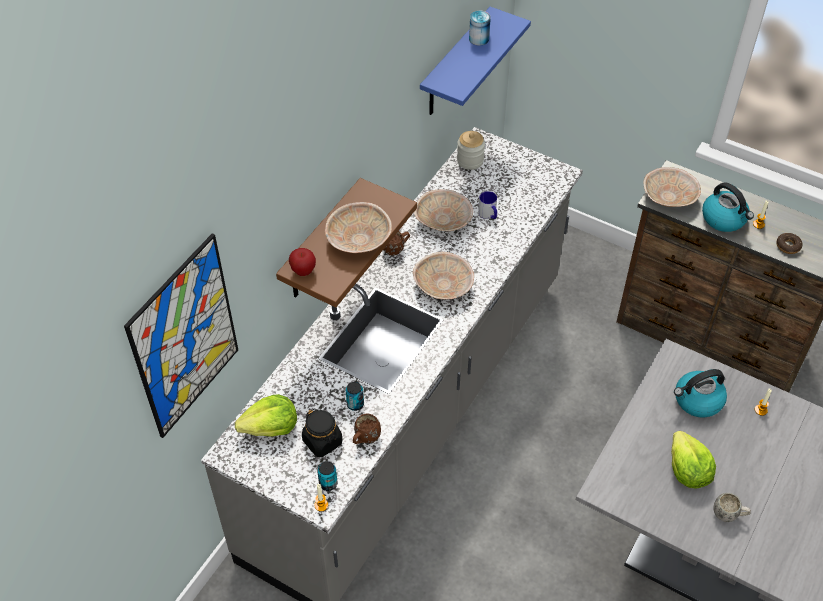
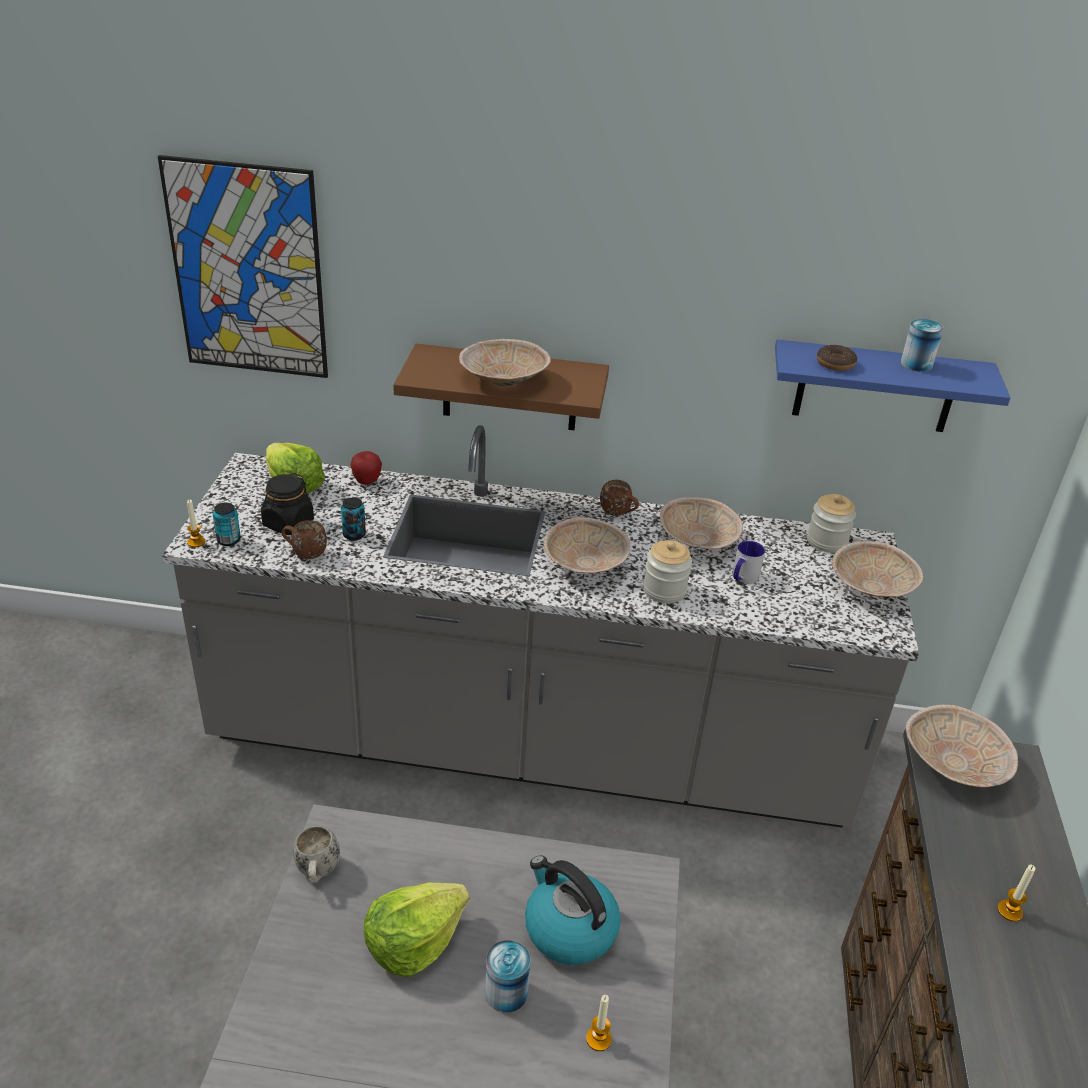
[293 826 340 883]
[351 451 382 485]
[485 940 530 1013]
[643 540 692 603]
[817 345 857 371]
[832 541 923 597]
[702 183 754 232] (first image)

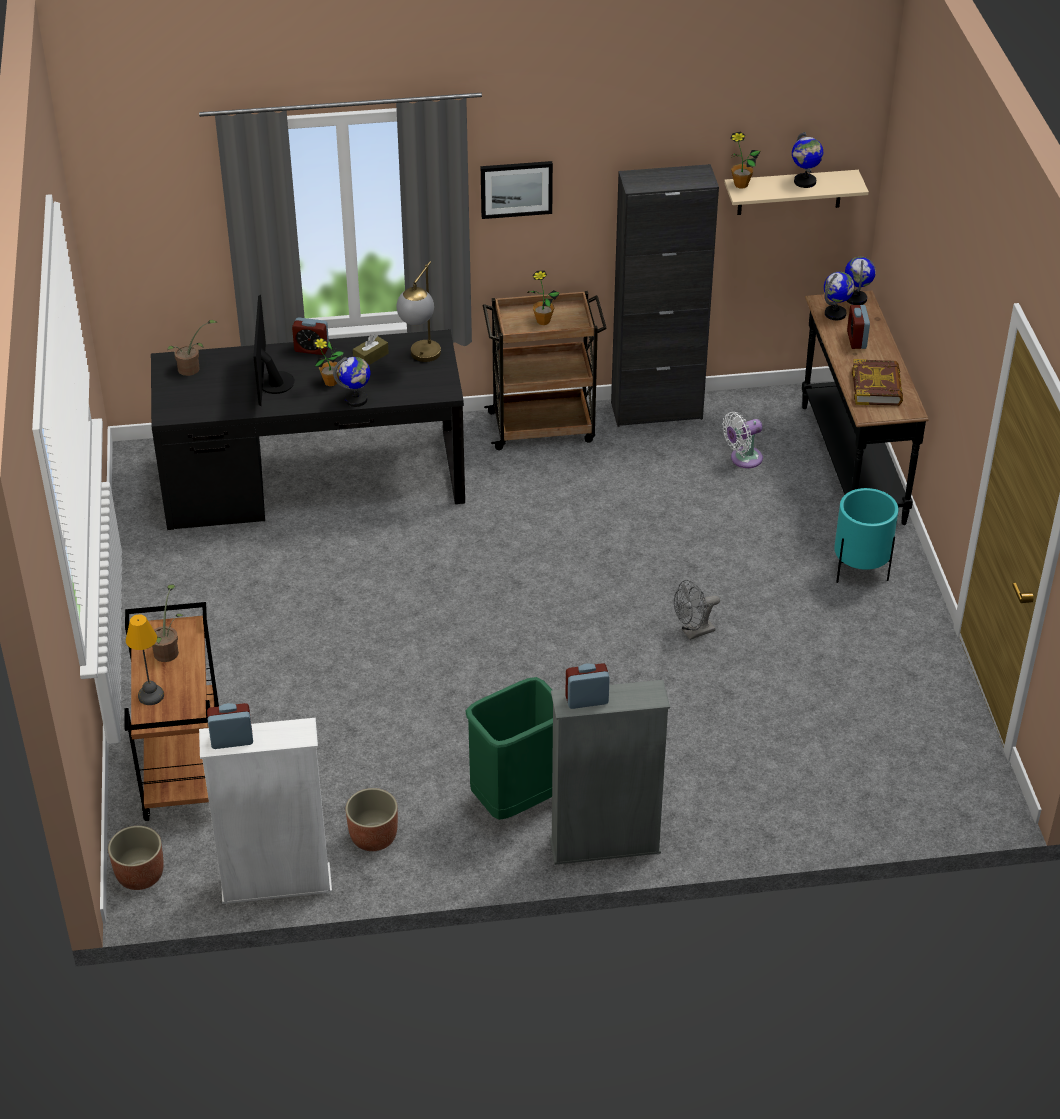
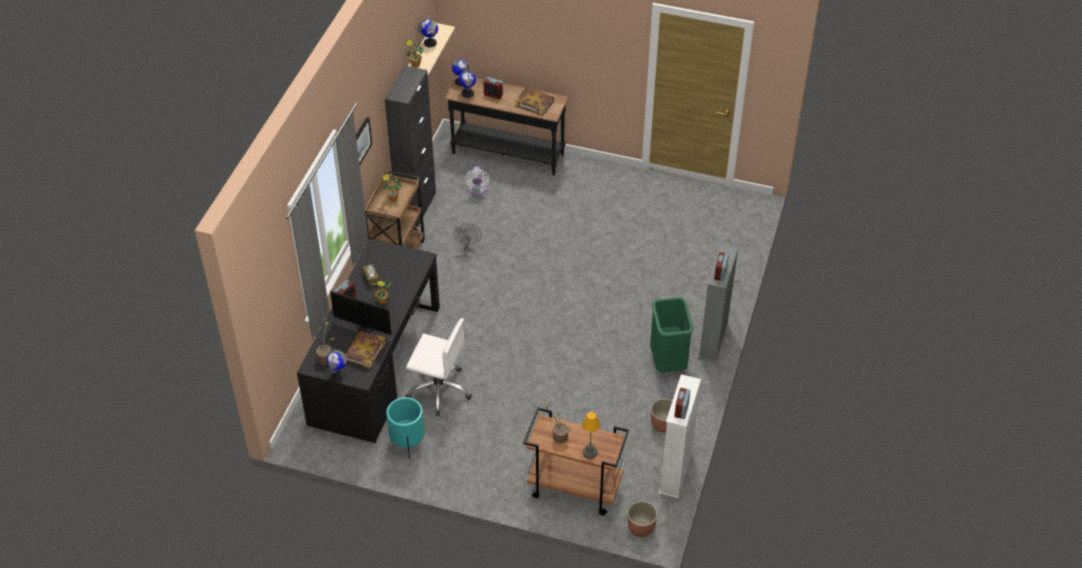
[326 350 347 380]
[345 331 386 369]
[386 397 425 459]
[406 318 472 416]
[454 223 482 250]
[397 261 441 362] (first image)

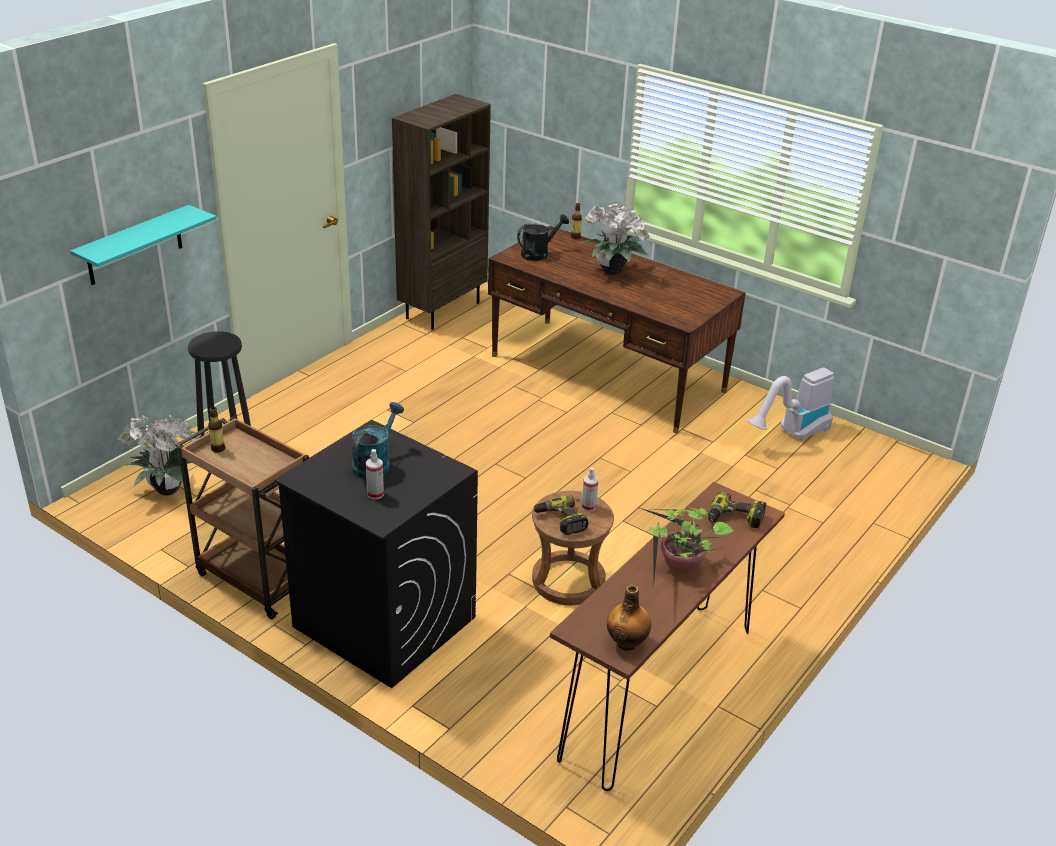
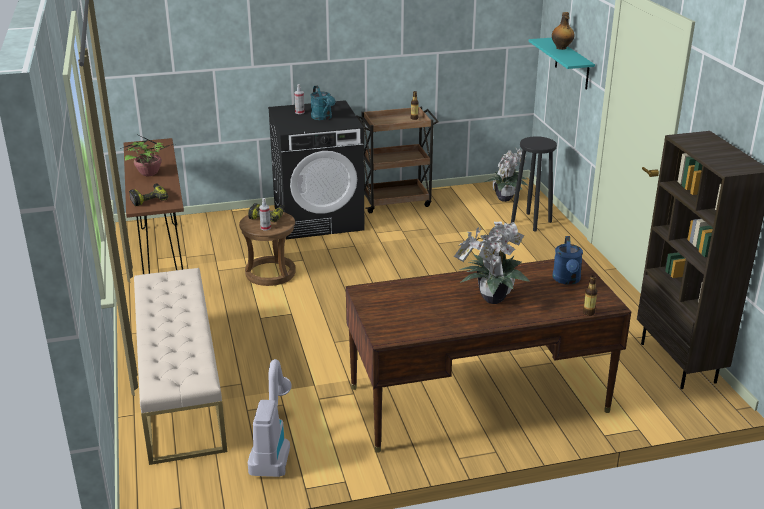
[134 268 227 465]
[552 12 574 50]
[553 236 583 285]

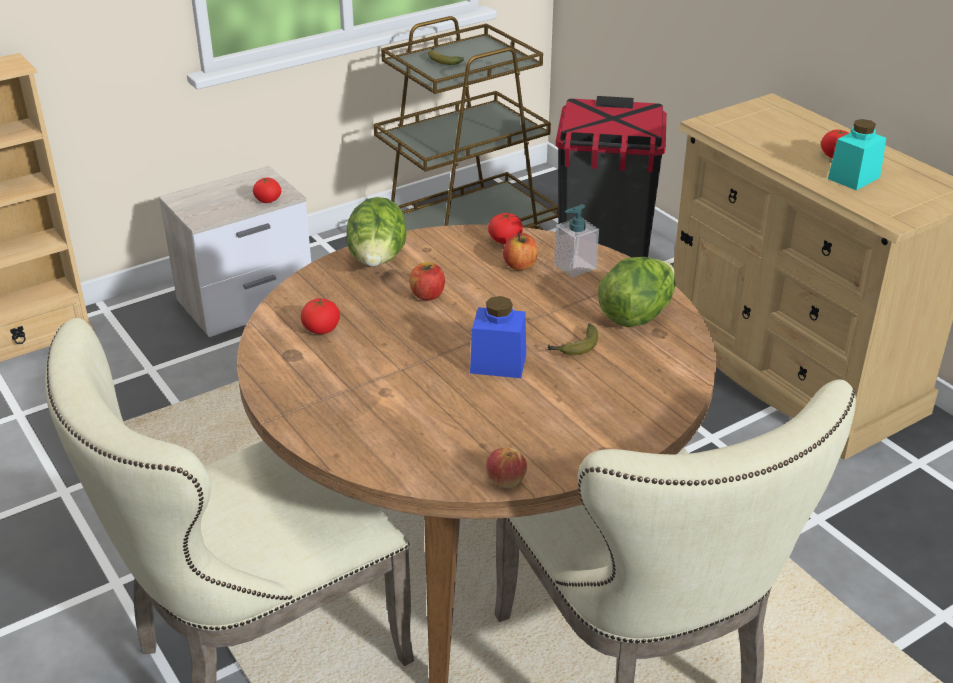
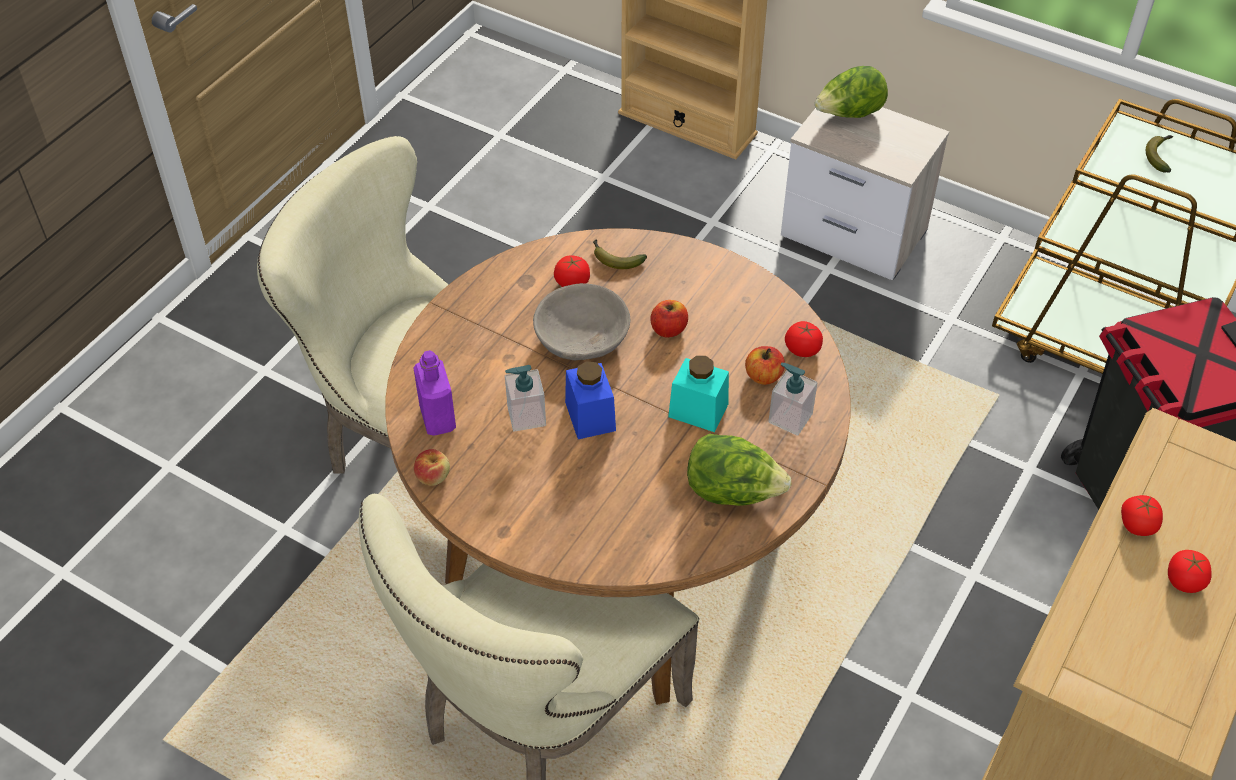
[413 350 456 436]
[505 365 546 432]
[533 283 630 360]
[593 239 647 269]
[668 356 729 432]
[814 66 888 118]
[1121 495 1163 536]

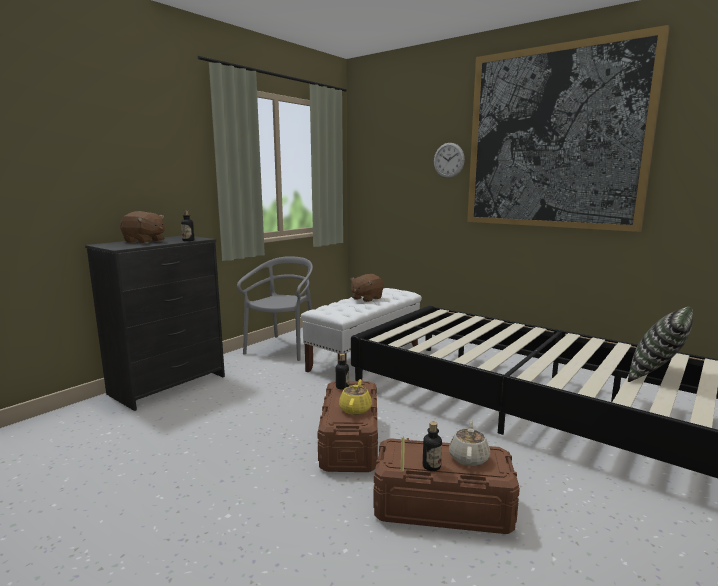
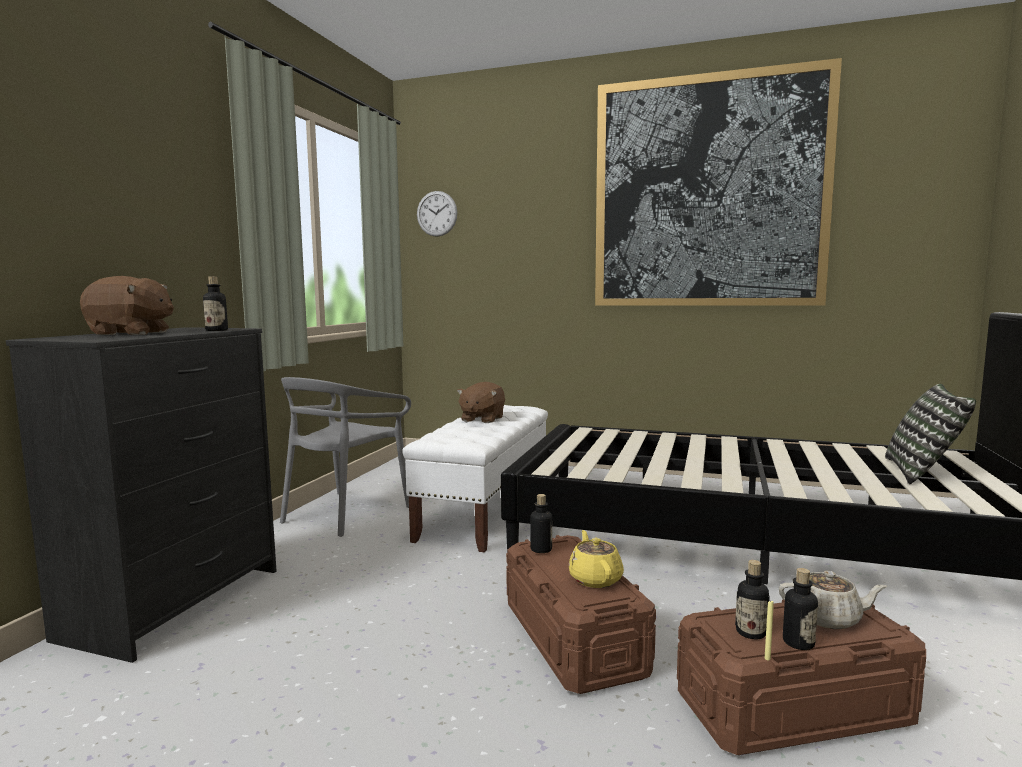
[280 377 411 537]
[417 191 457 237]
[735 560 770 639]
[779 571 887 629]

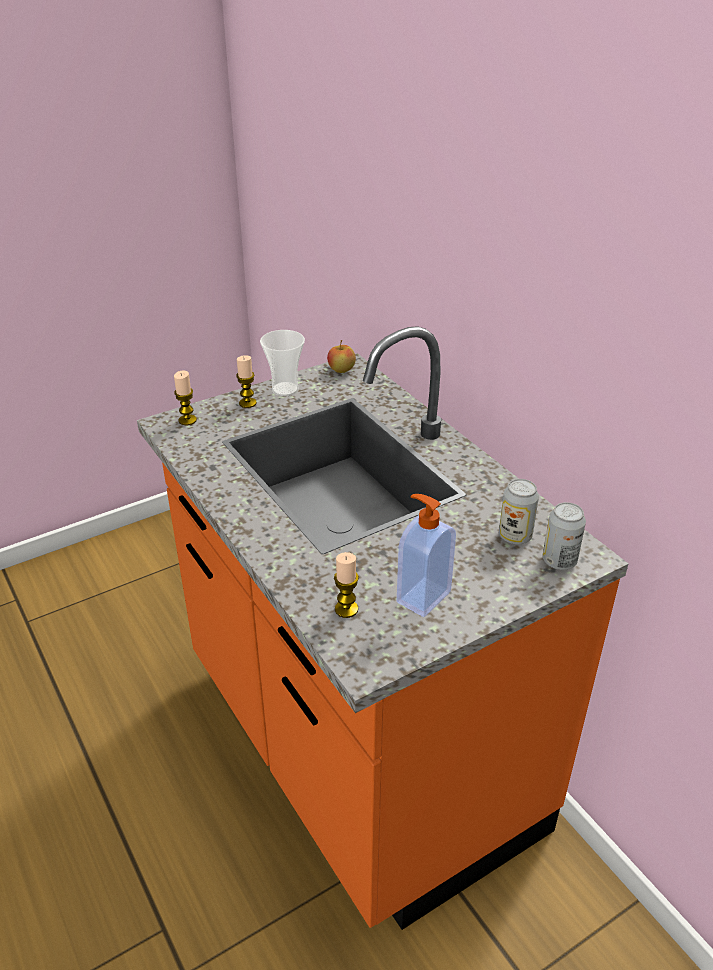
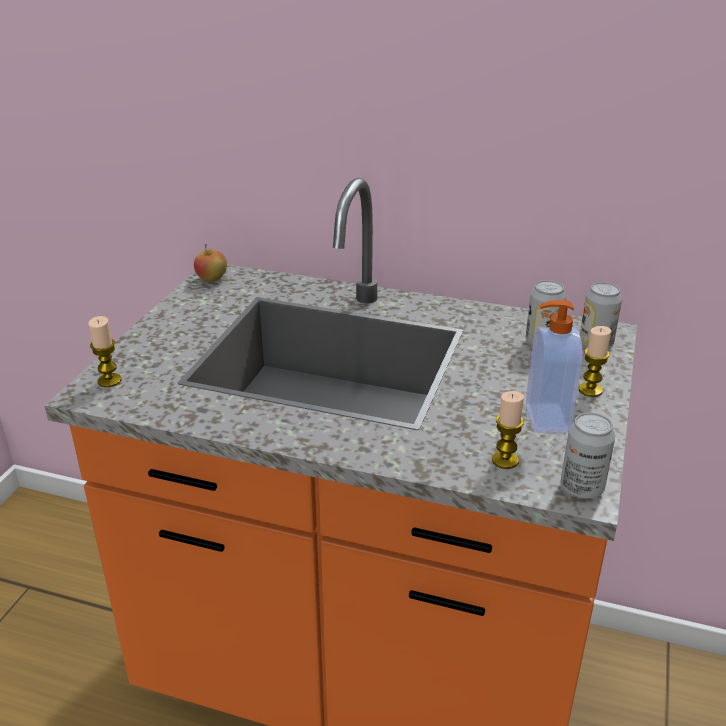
[561 413 615 499]
[579 326 611 397]
[260 330 305 396] (first image)

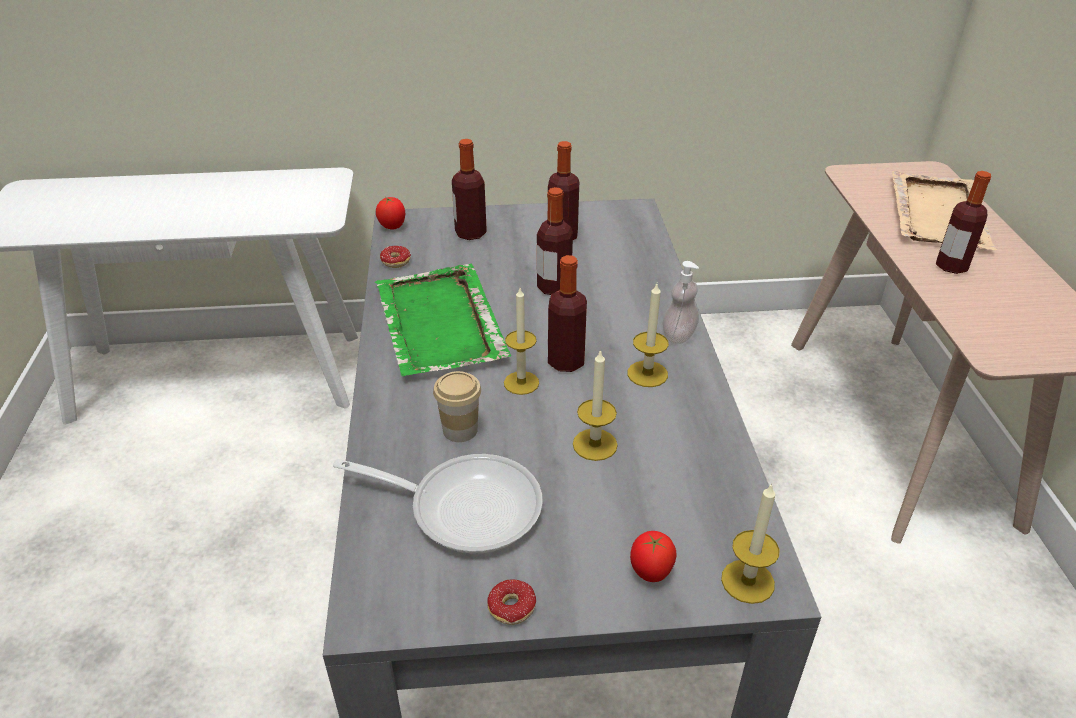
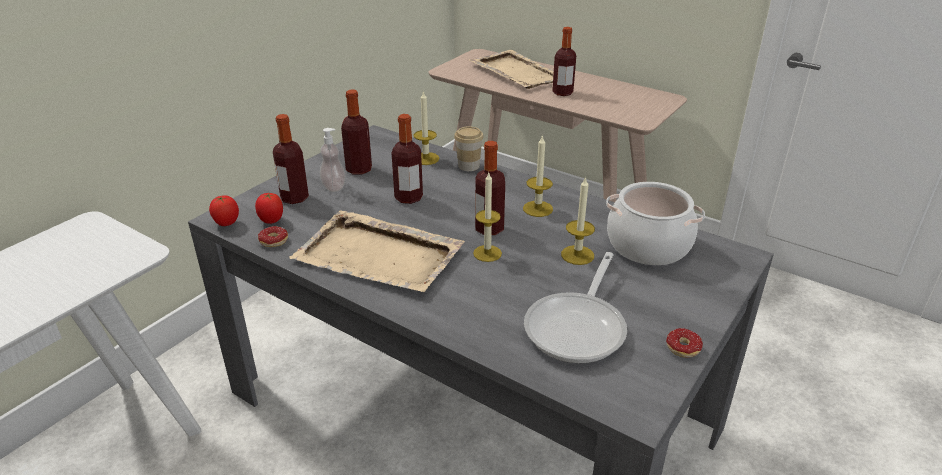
[255 193 283 224]
[289 210 465 292]
[320 128 346 192]
[414 90 440 165]
[454 126 484 171]
[524 252 627 364]
[606 182 705 265]

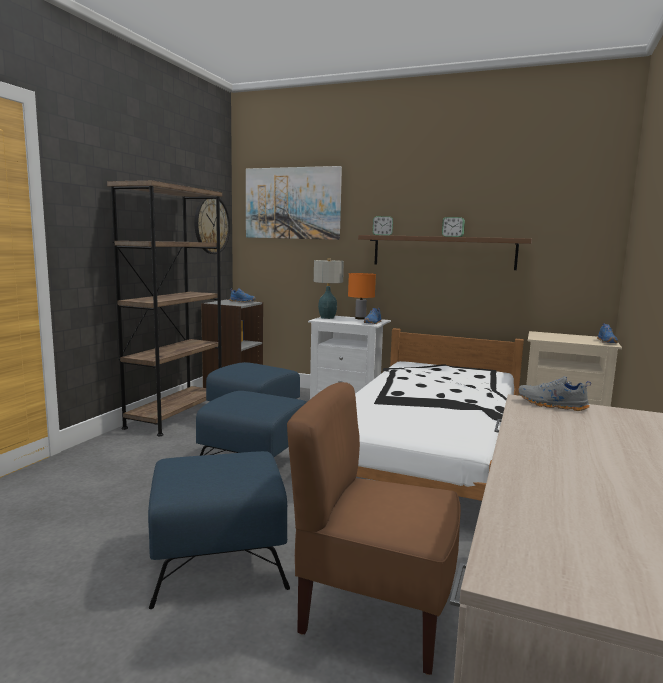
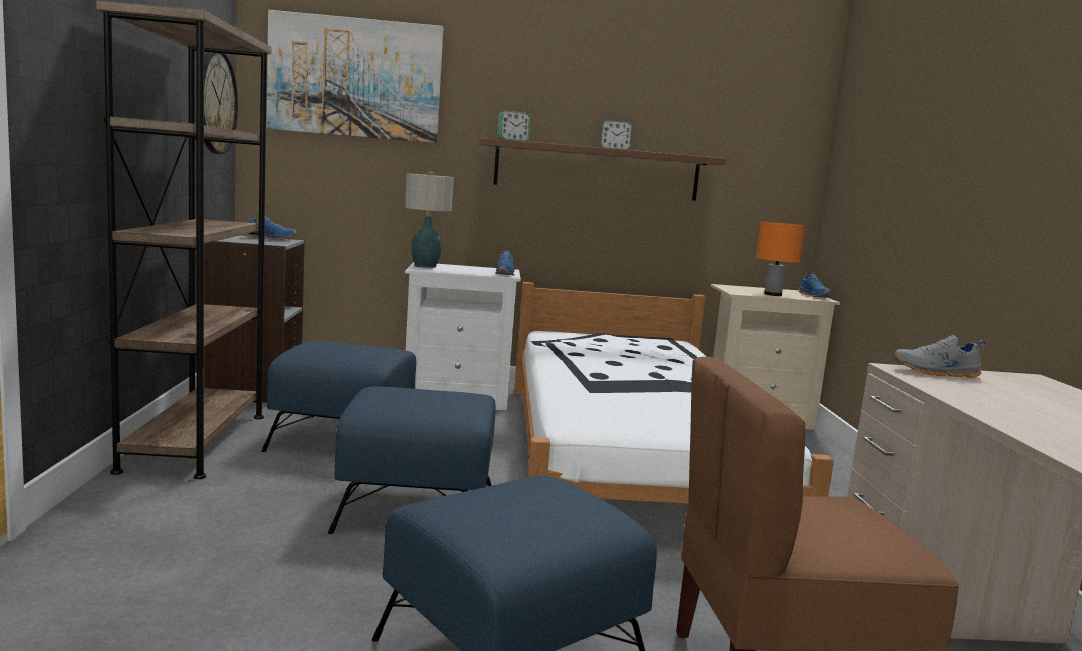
[756 222 805 296]

